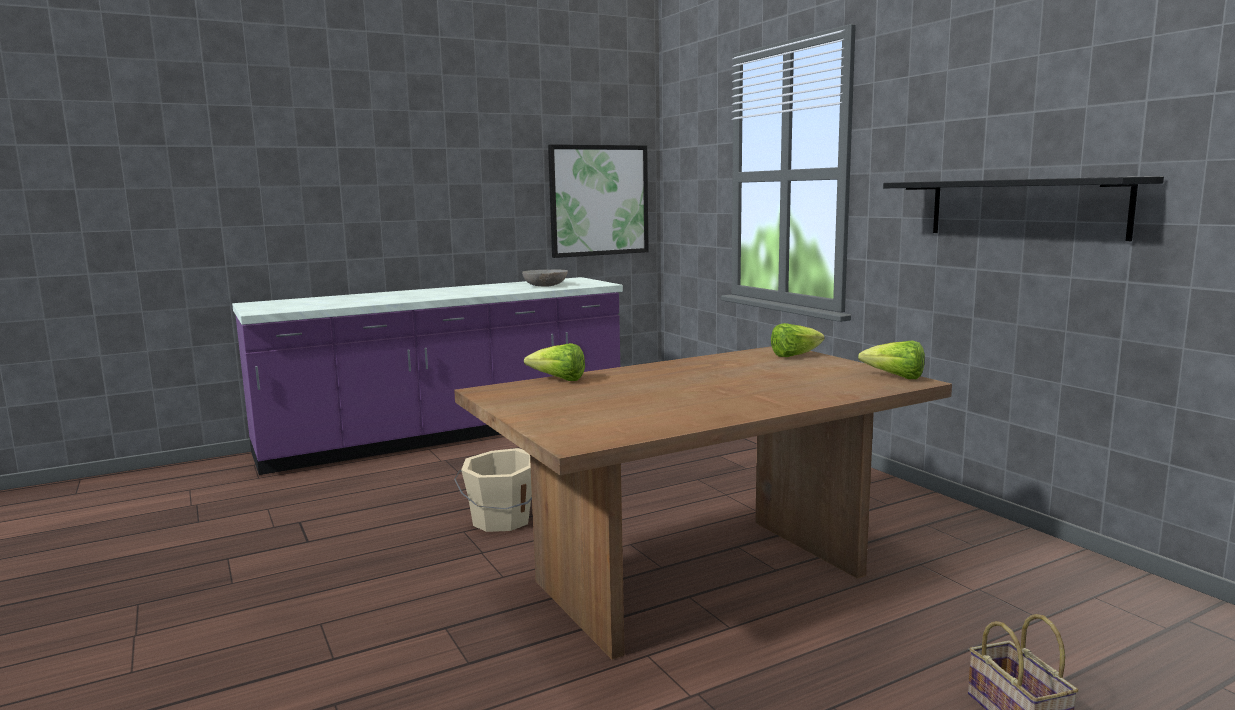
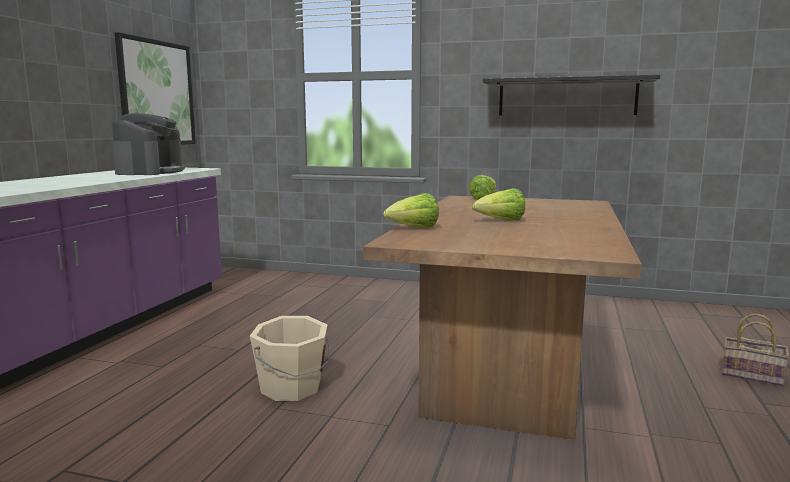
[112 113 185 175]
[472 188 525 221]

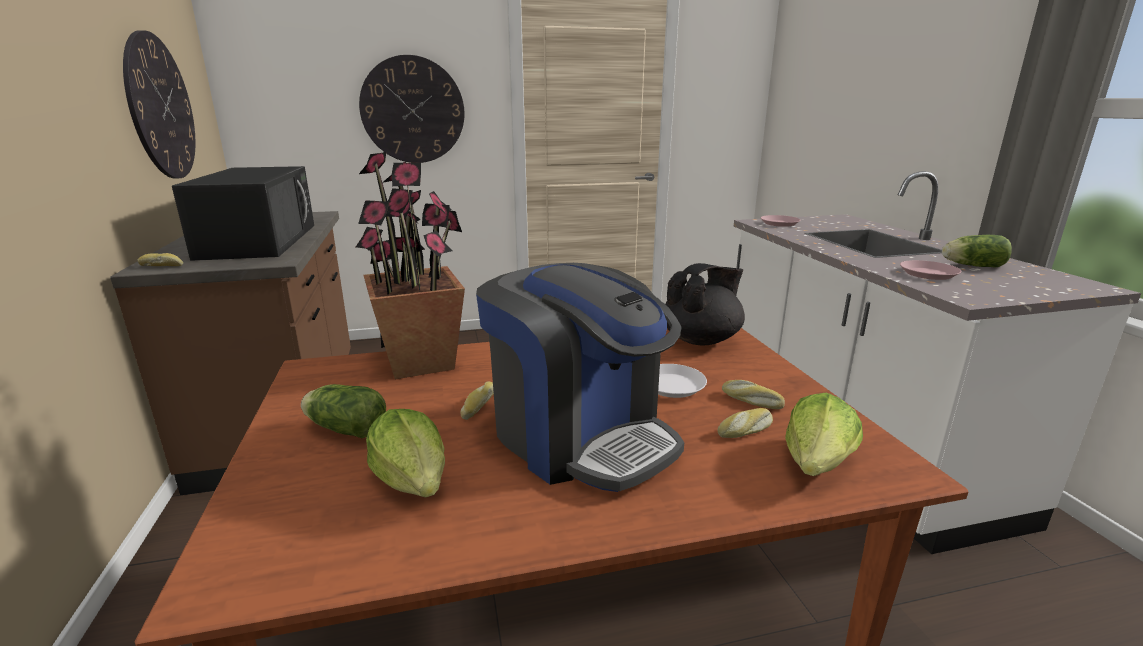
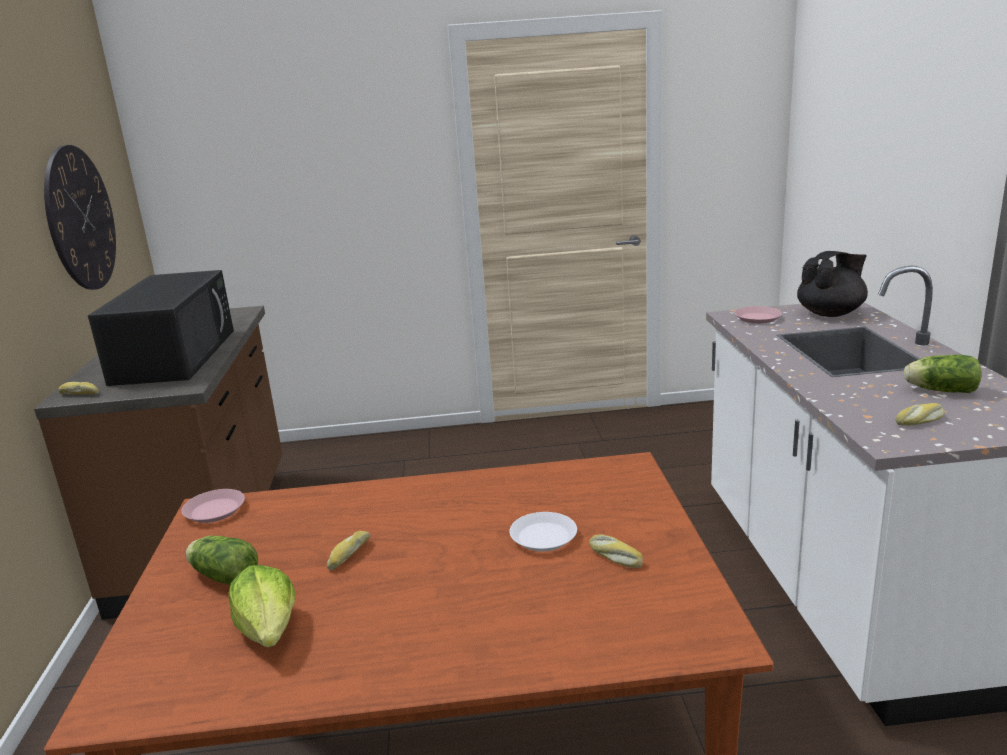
[181 489 245 523]
[797 251 868 317]
[895 403 944 426]
[356 152 465 379] (first image)
[359 55 464 163] (first image)
[476 263 684 492] (first image)
[785 392 863 476] (first image)

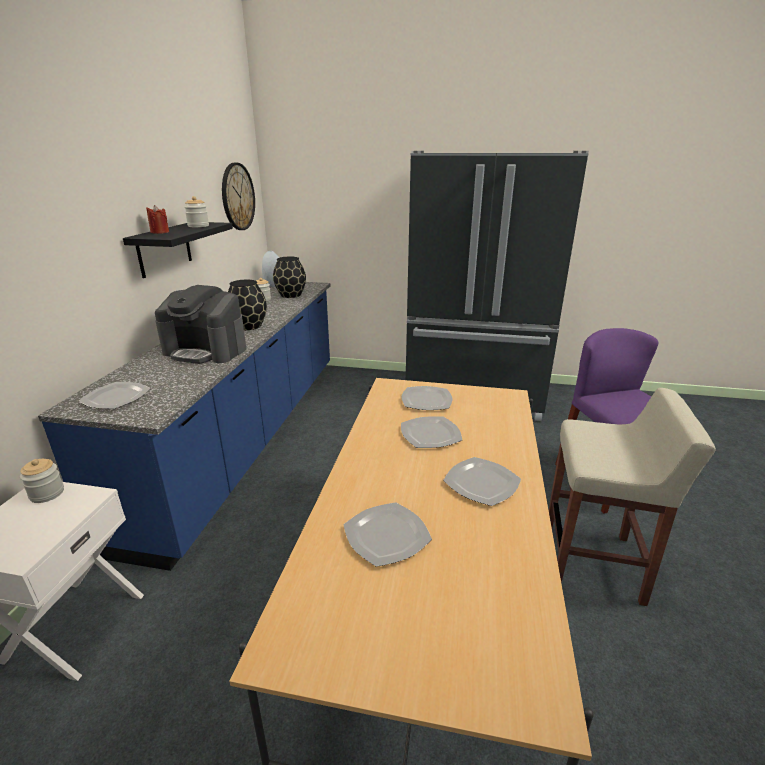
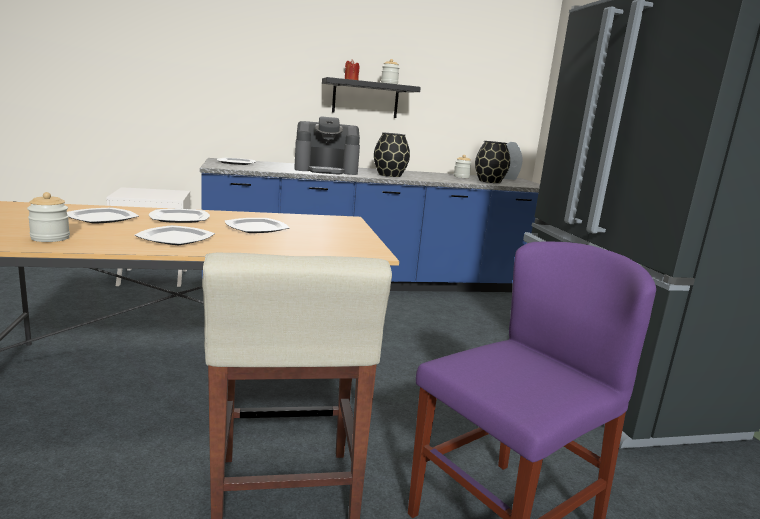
[27 192 70 242]
[149 209 210 223]
[294 116 360 175]
[222 163 255 230] (first image)

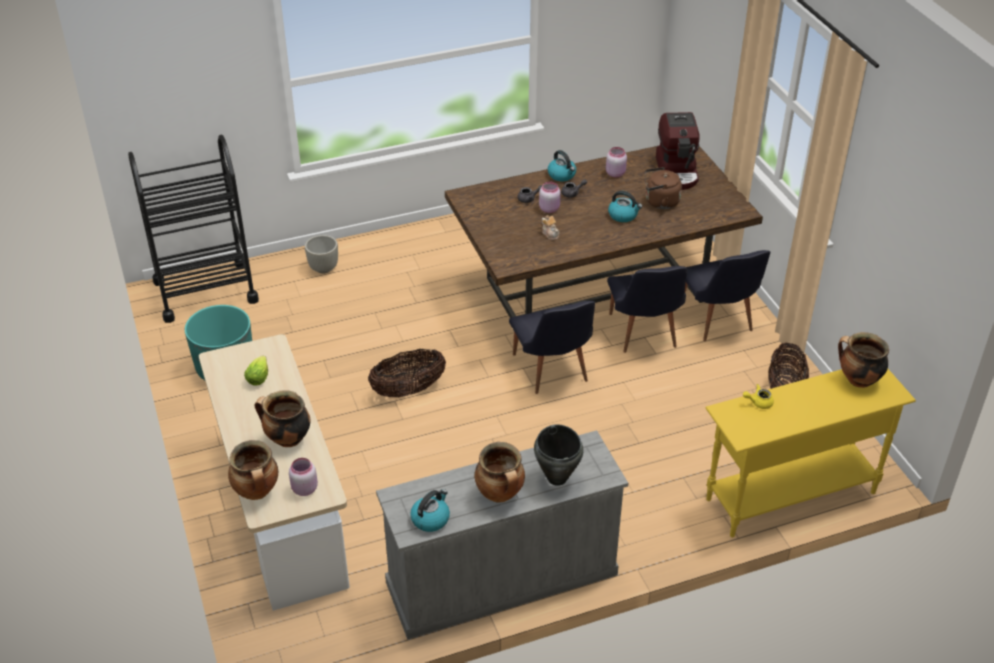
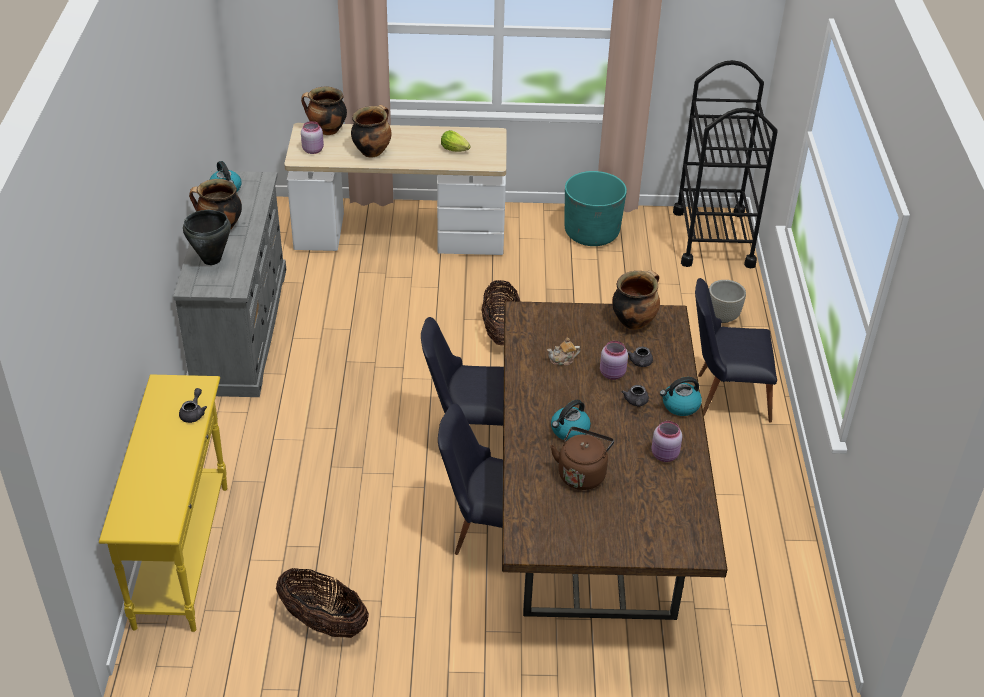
[179 388 207 423]
[612 270 660 330]
[695 278 777 423]
[656 112 699 190] (first image)

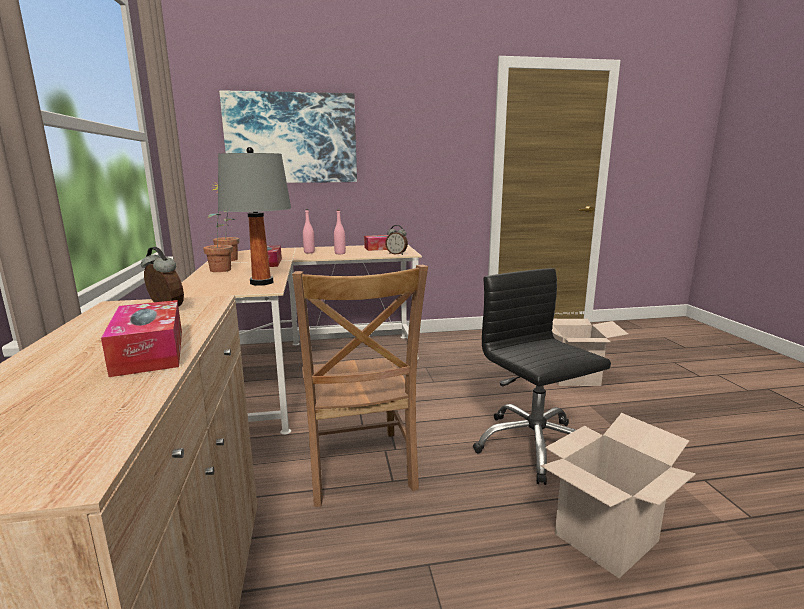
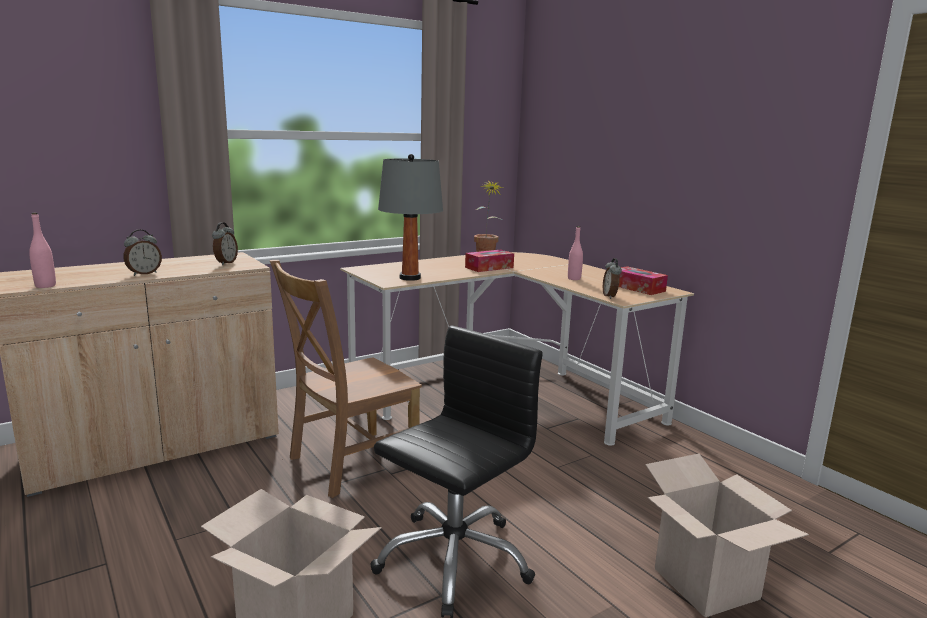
[29 213 56 288]
[124 230 162 276]
[203 183 233 272] (first image)
[219 90 357 183] (first image)

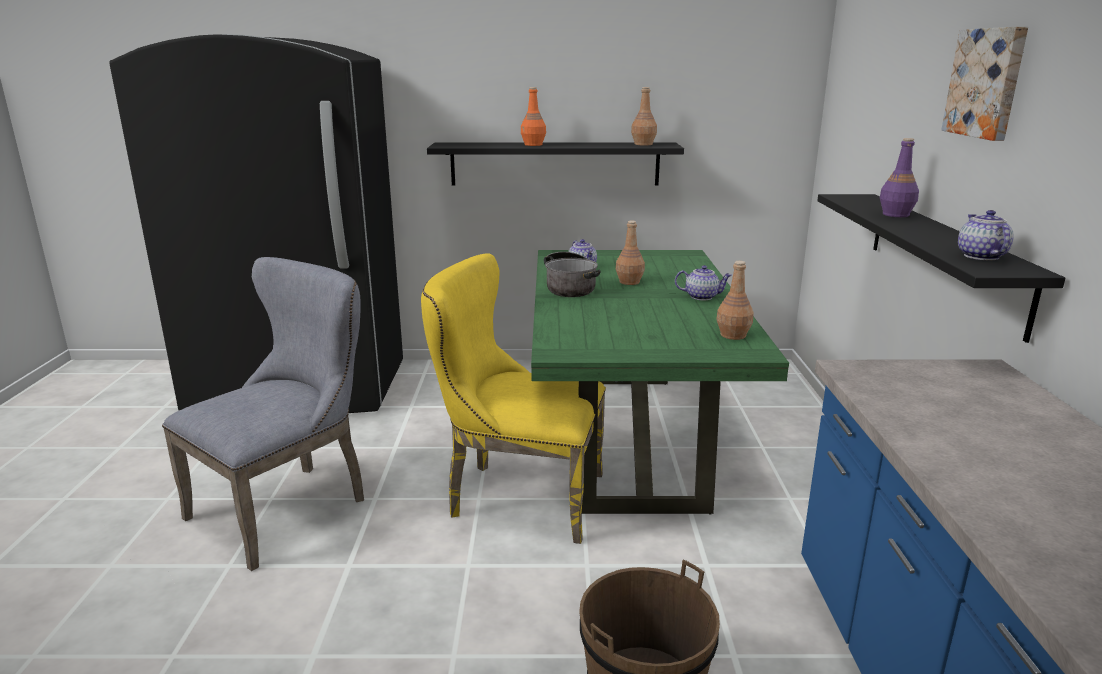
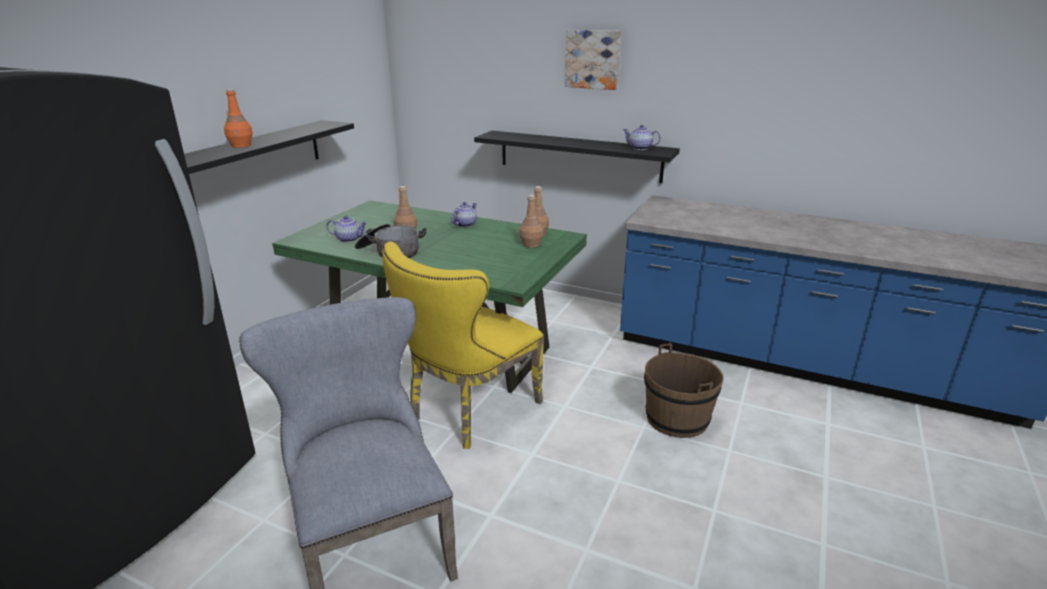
[519 195 543 248]
[880 138 919 217] (first image)

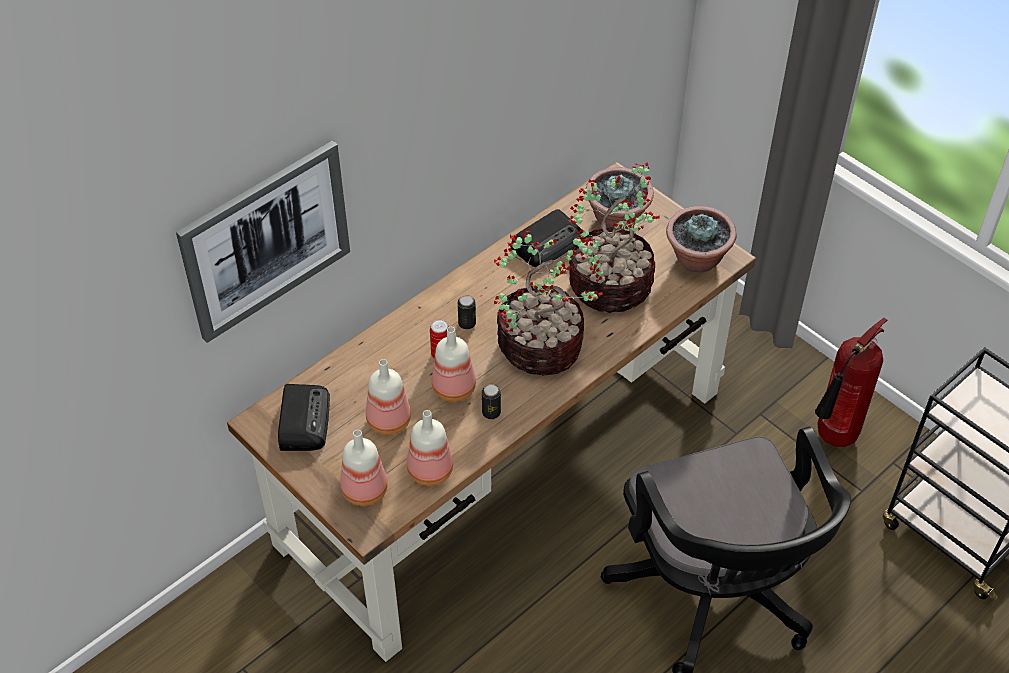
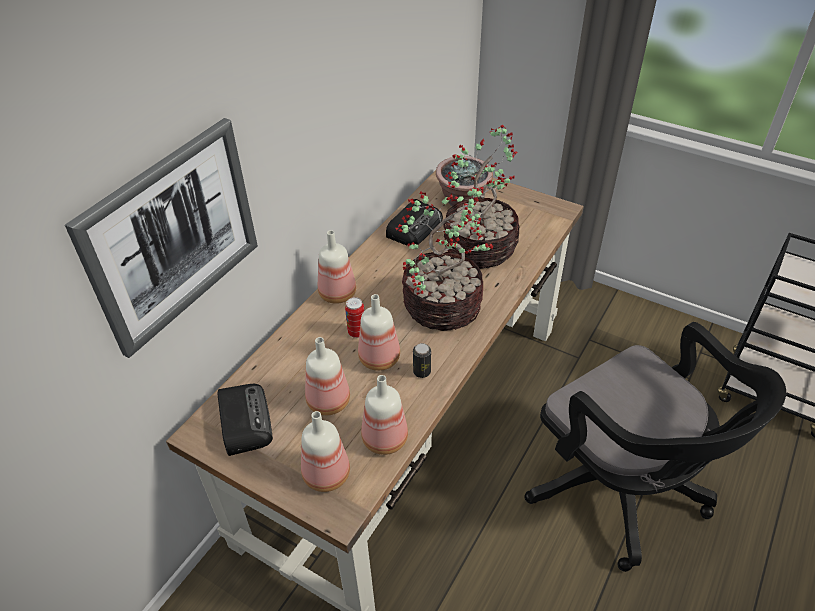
[318 230 356 304]
[458 295 476 329] (first image)
[666 206 737 273] (first image)
[815 318 887 447] (first image)

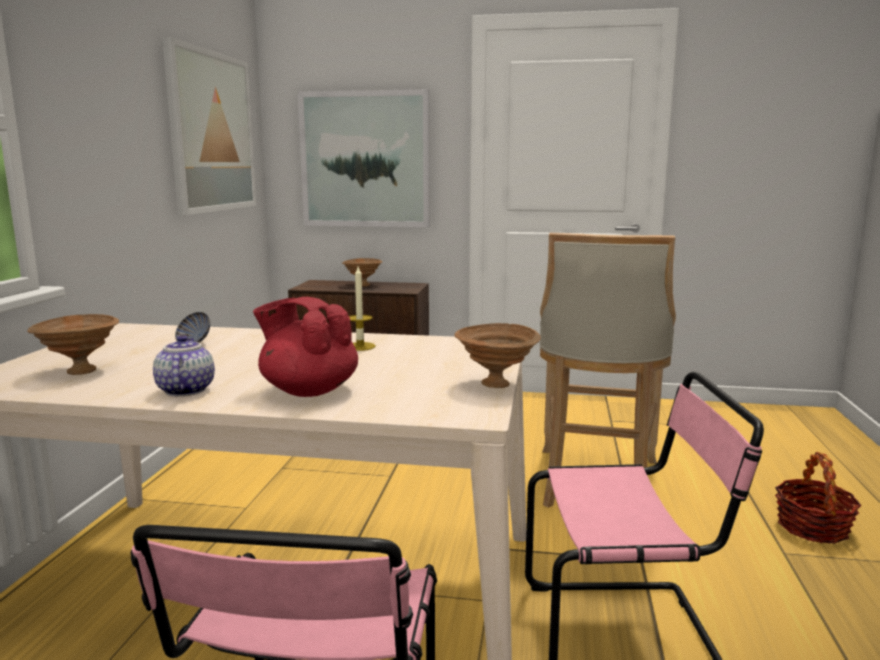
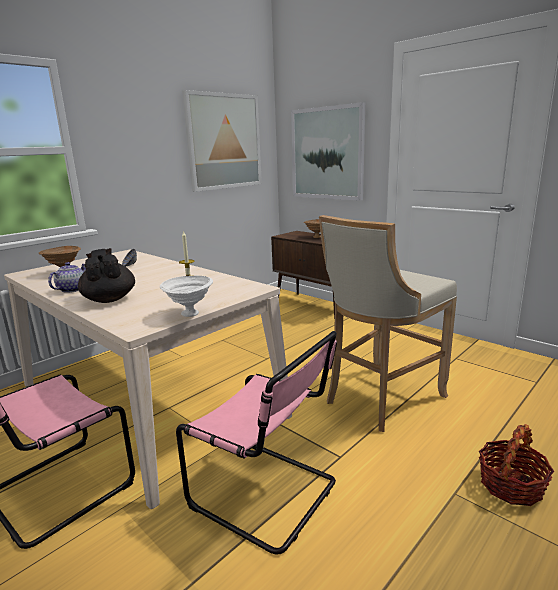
[78 248 135 303]
[160 276 213 317]

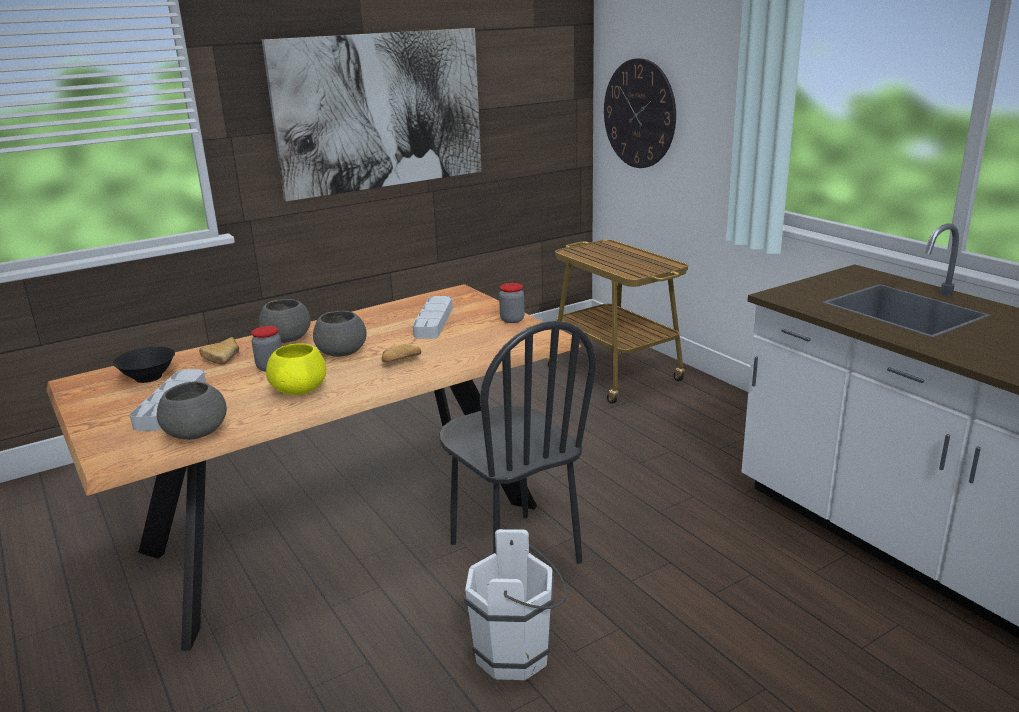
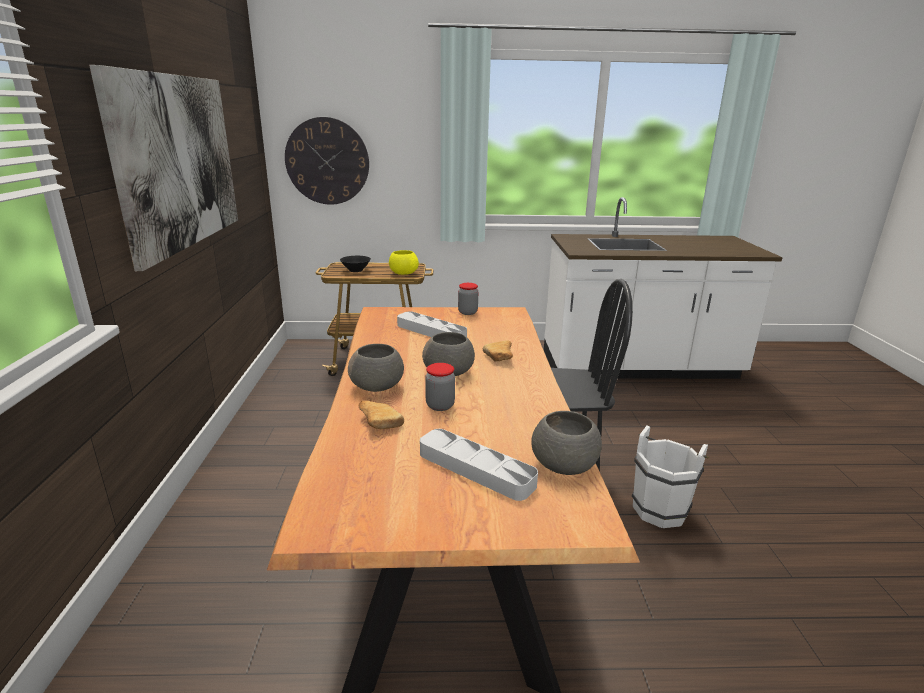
[340 256 371 272]
[389 250 419 275]

